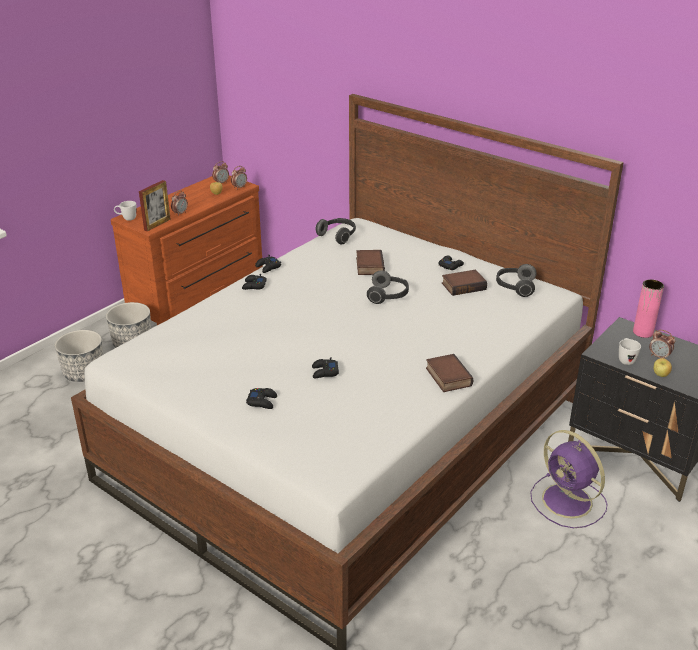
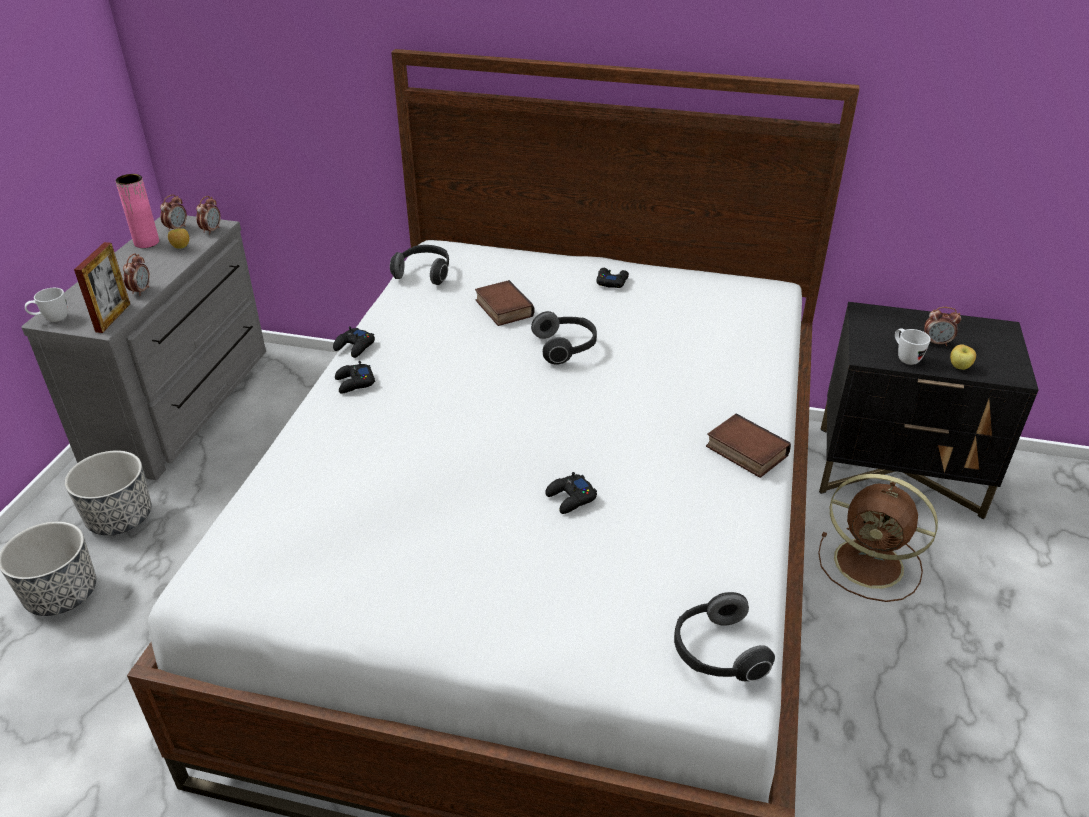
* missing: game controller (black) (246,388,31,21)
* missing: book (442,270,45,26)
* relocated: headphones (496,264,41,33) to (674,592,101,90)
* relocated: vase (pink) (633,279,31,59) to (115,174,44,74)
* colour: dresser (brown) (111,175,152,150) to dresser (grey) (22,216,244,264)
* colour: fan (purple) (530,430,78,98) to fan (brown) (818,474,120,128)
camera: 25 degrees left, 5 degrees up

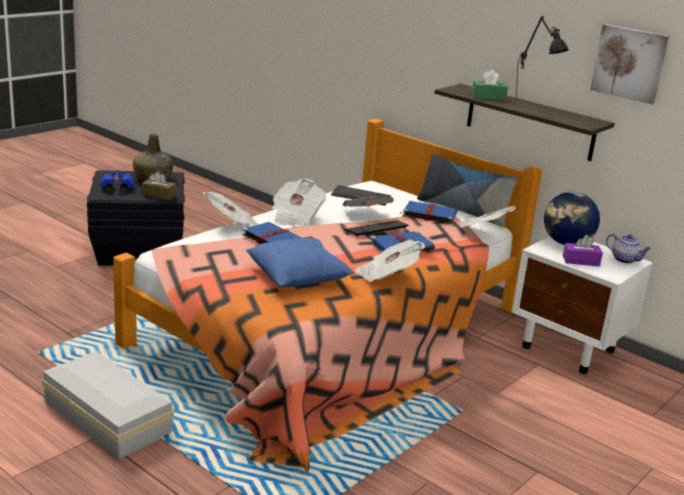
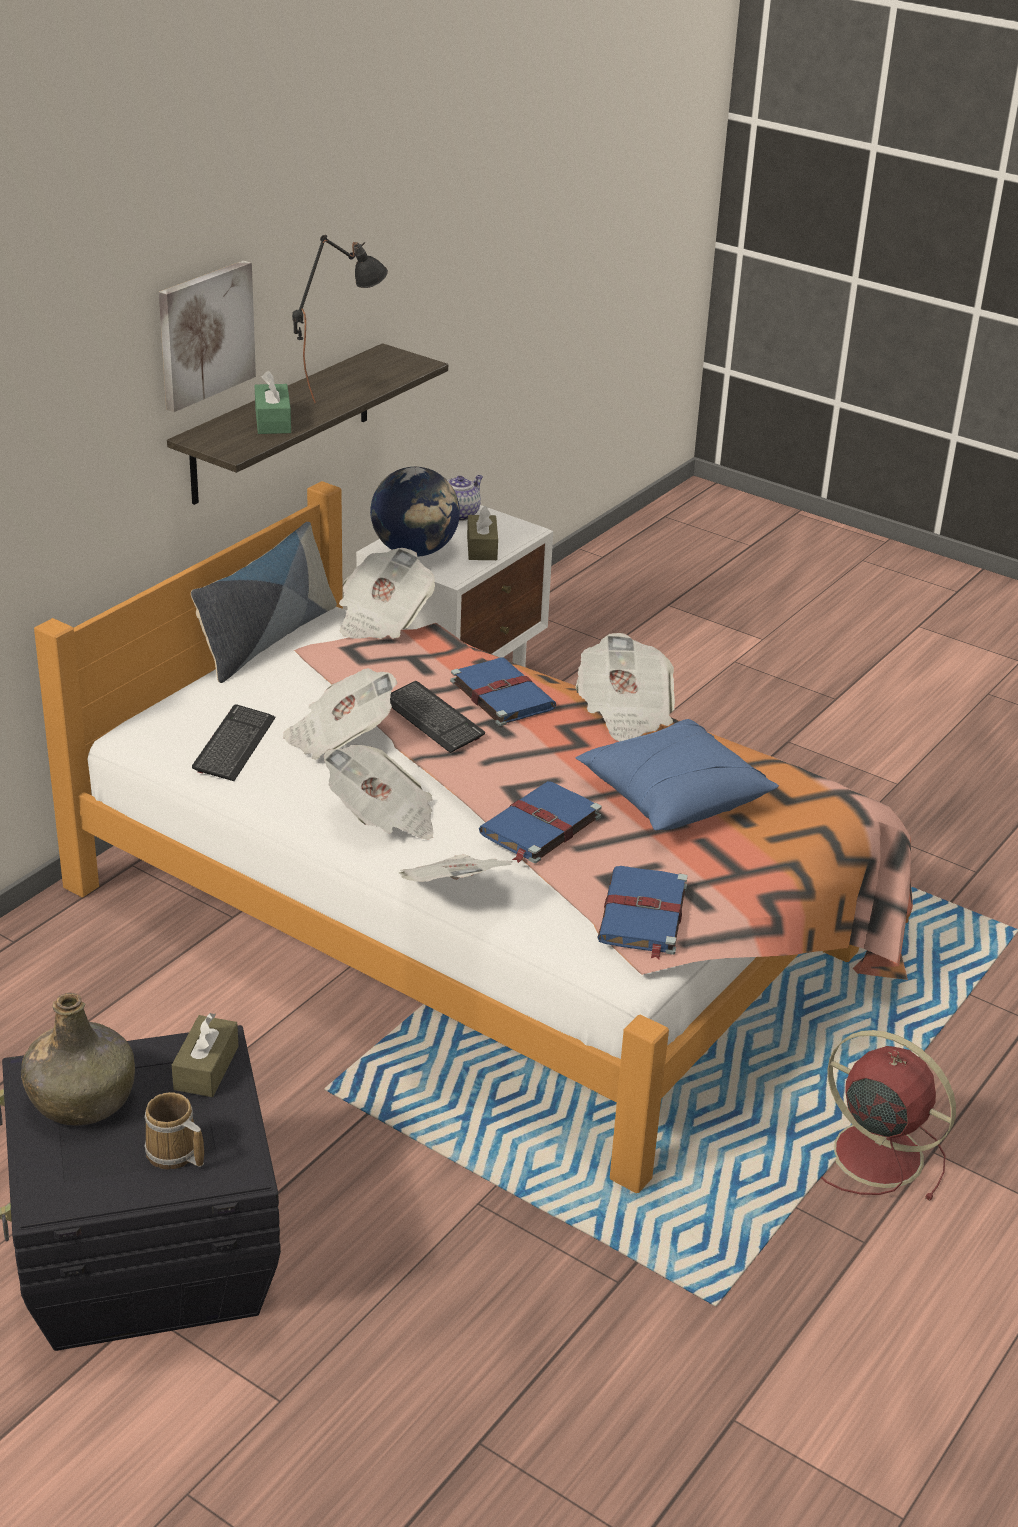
* relocated: book (blue) (400,201,57,24) to (597,866,91,93)
* relocated: picture (590,24,79,81) to (159,260,97,152)
* exchanged: storage box (white) (42,351,132,108) to fan (red) (821,1030,135,171)
* exchanged: binoculars (blue) (100,170,34,21) to mug (144,1092,60,77)
* colour: tissue box (purple) (563,235,40,31) to tissue box (brown) (467,506,31,54)
camera: 95 degrees left, 10 degrees up

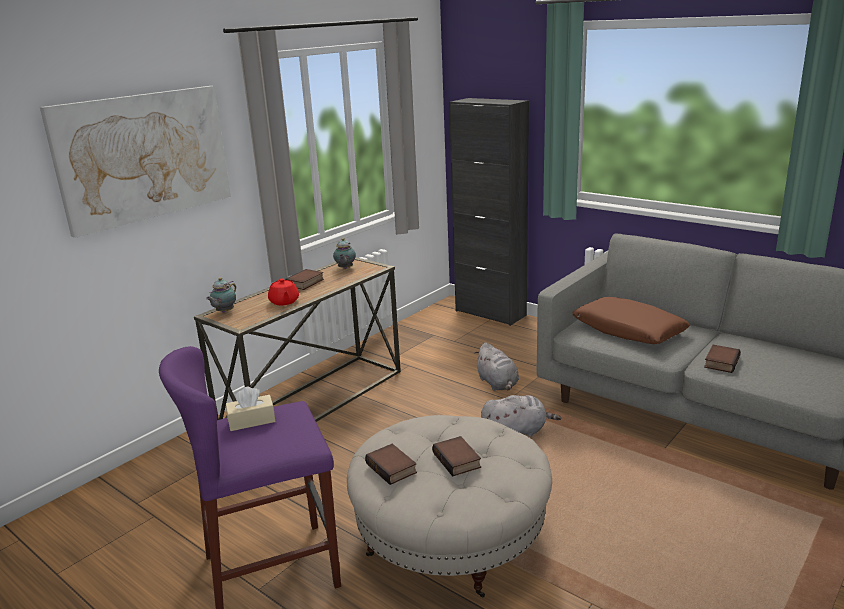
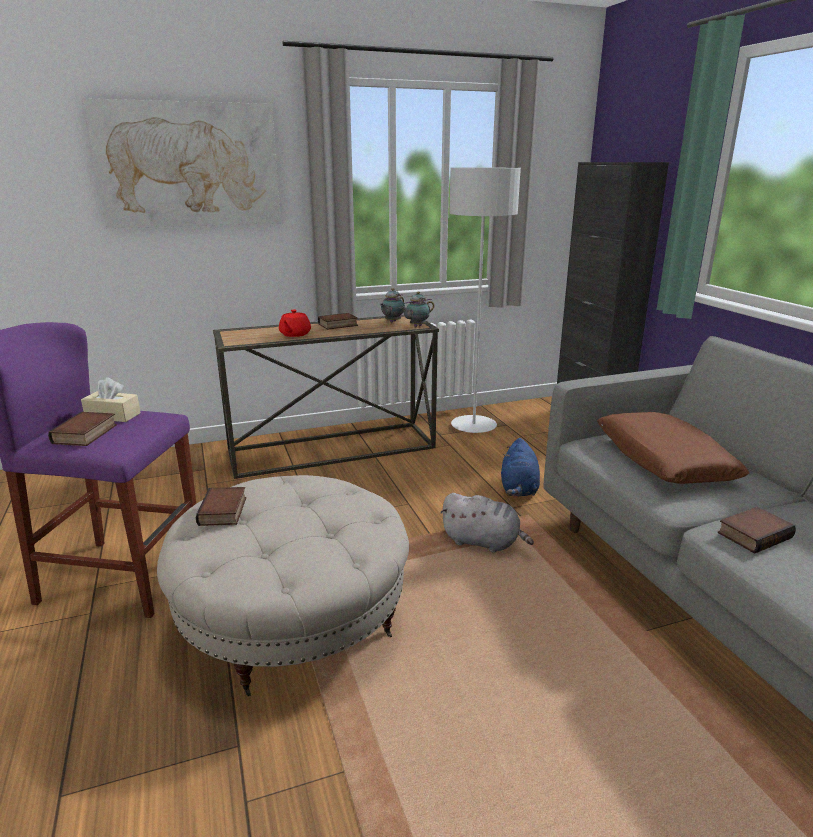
* appeared: floor lamp (grey) (449,168,72,265)
* relocated: teapot (206,278,30,35) to (400,291,34,36)
* relocated: book (432,436,49,41) to (48,412,69,34)
* colour: plush toy (grey) (474,342,45,49) to plush toy (blue) (501,438,39,58)
camera: 30 degrees right, 0 degrees up

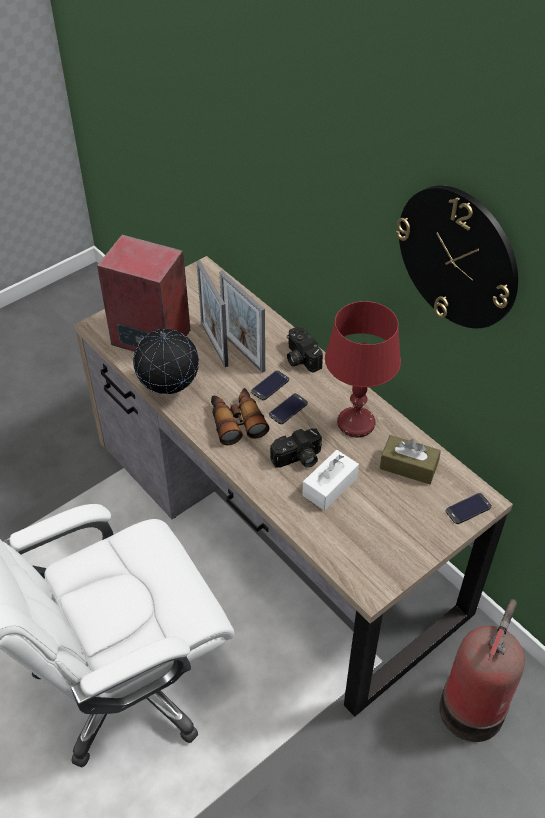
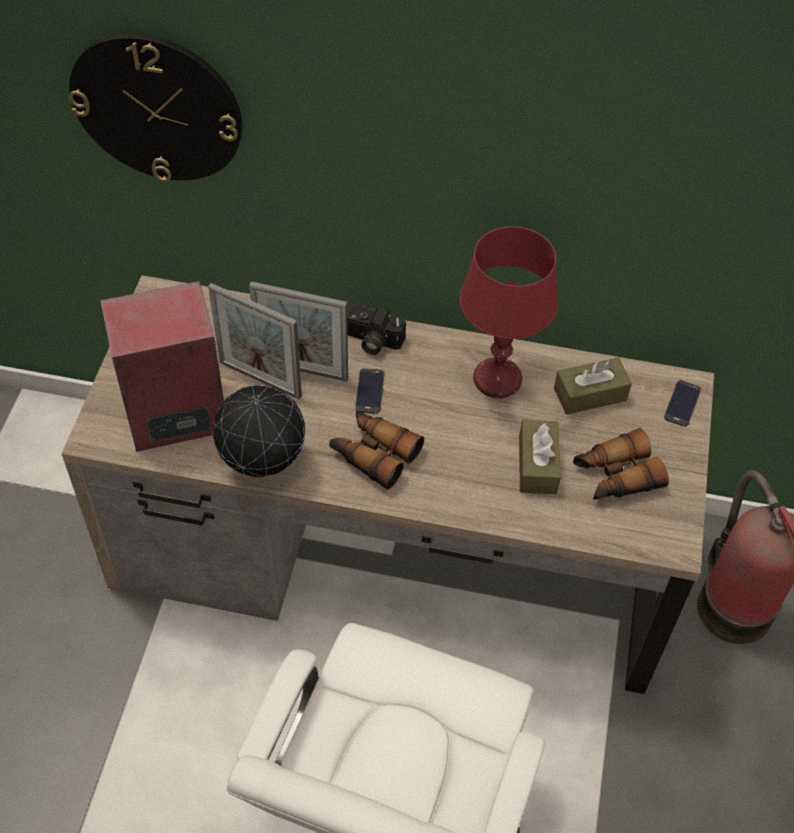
* missing: phone (269,393,39,31)
* missing: photo camera (270,428,52,40)
* appeared: binoculars (573,428,96,72)
* relocated: wall clock (396,185,122,143) to (69,33,174,149)
* colour: tissue box (white) (302,450,57,60) to tissue box (brown) (519,420,42,74)
camera: 40 degrees left, 5 degrees up

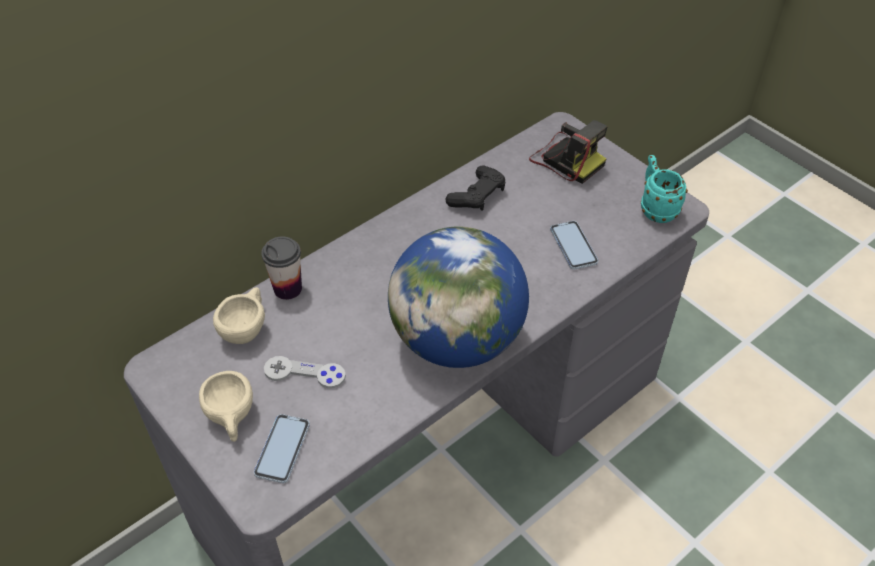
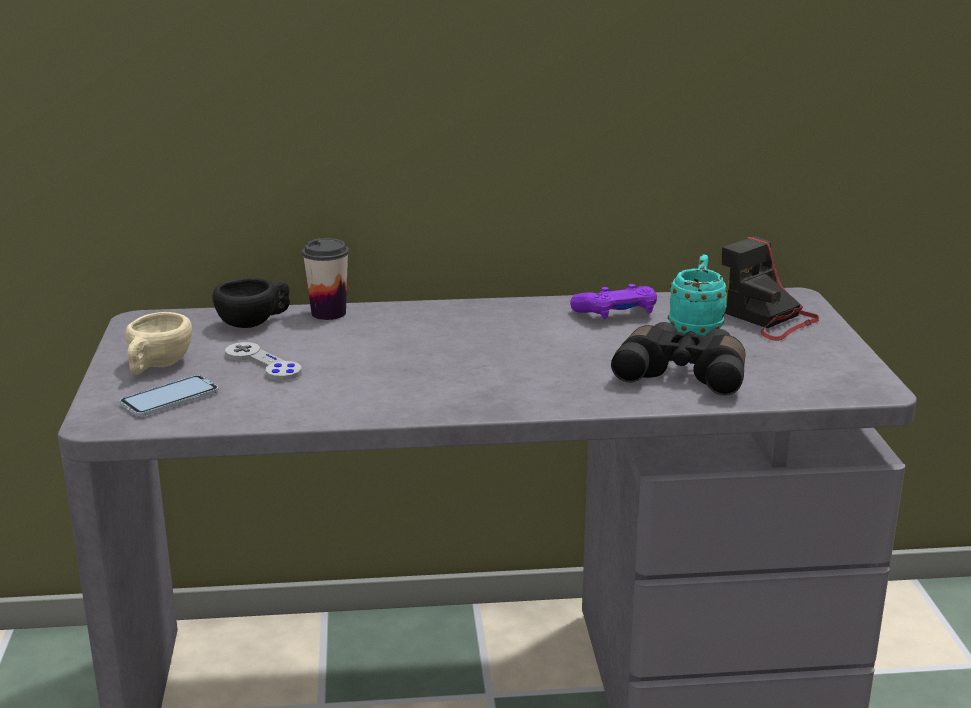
* missing: globe (388,227,141,141)
* relocated: mug (turquoise) (641,155,47,68) to (668,254,60,82)
* exchanged: phone (550,221,48,49) to binoculars (black) (611,322,134,74)
* colour: cup (beige) (213,287,52,57) to cup (black) (213,278,77,50)
* colour: game controller (black) (446,165,60,46) to game controller (purple) (570,284,87,35)
* spun: photo camera (529,120,79,64) = (722,236,97,105) 150 degrees clockwise
camera: 35 degrees right, 25 degrees down

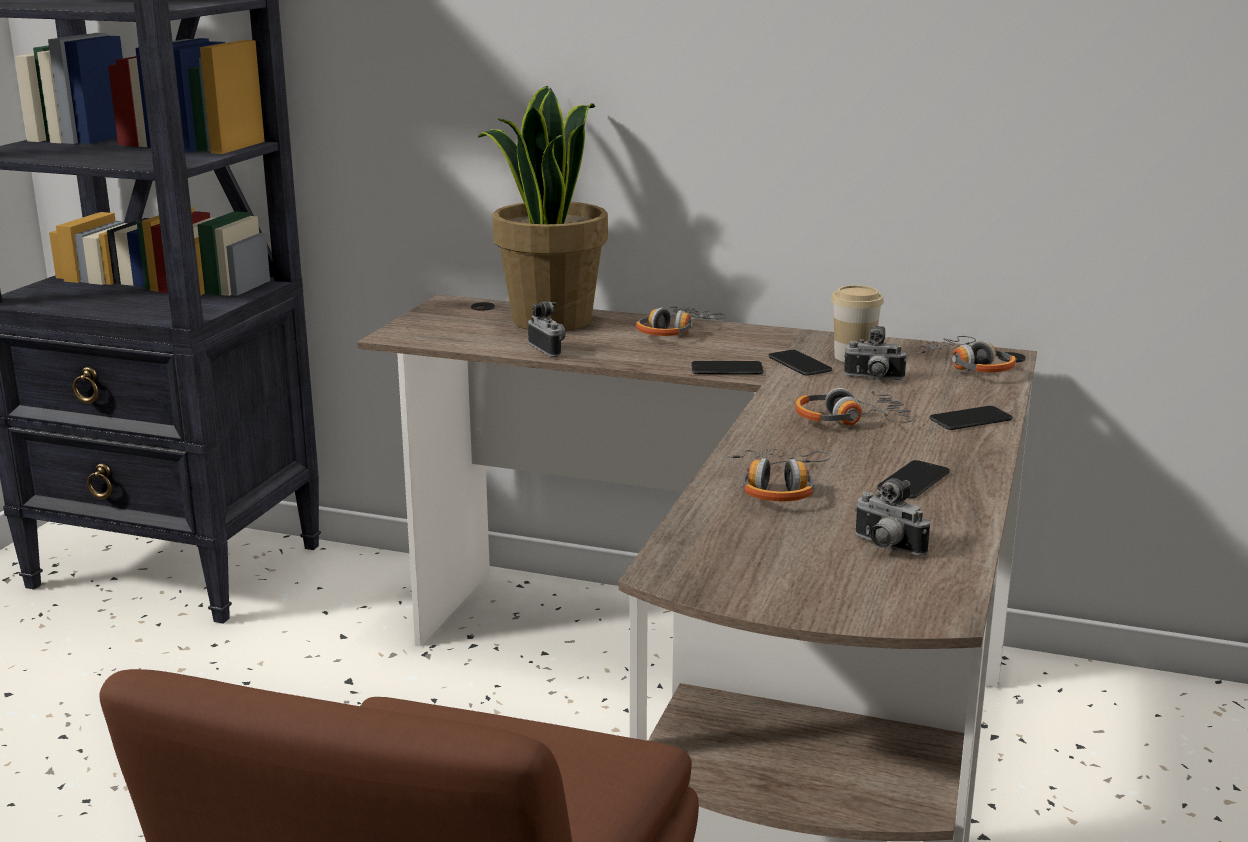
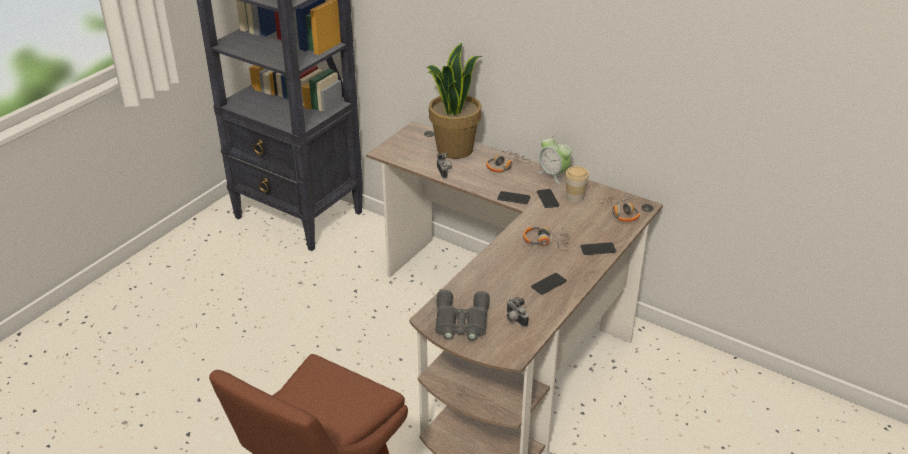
* missing: headphones (727,449,104,52)
* missing: photo camera (844,326,63,54)
* appeared: binoculars (grey) (435,290,55,51)
* appeared: alarm clock (538,135,34,49)
camera: 15 degrees right, 15 degrees up

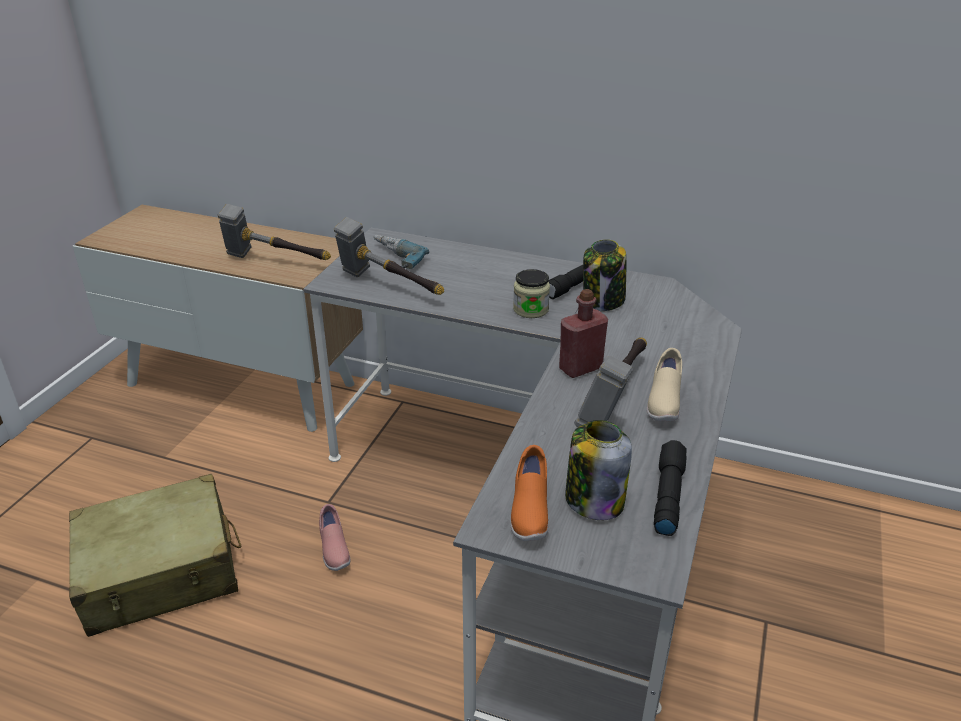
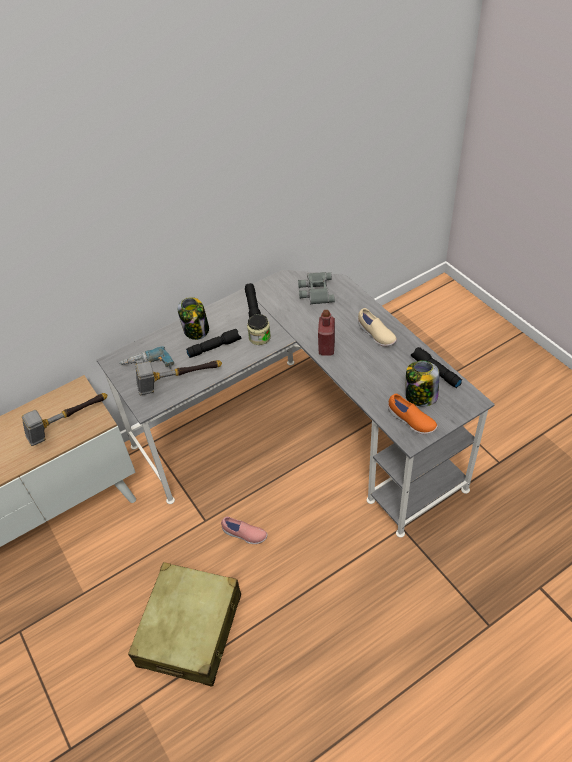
* missing: hammer (574,337,73,90)
* appeared: flashlight (black) (186,329,55,29)
* appeared: binoculars (grey) (298,272,37,32)
* relocated: jar (583,239,43,72) to (177,297,32,43)
camera: 50 degrees left, 15 degrees up

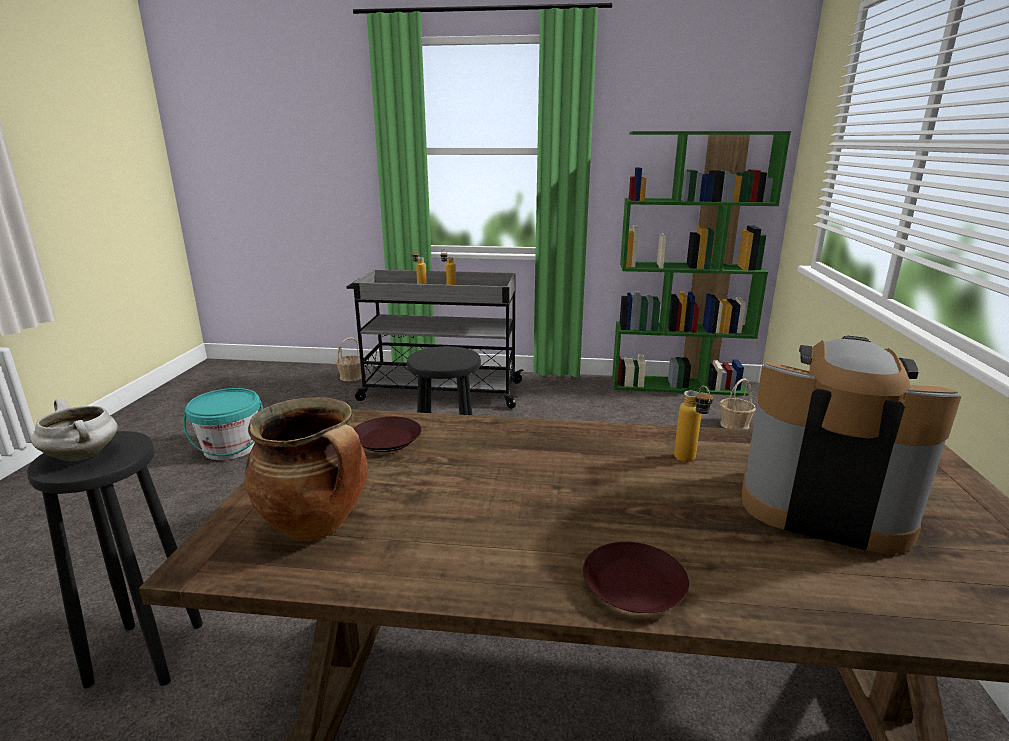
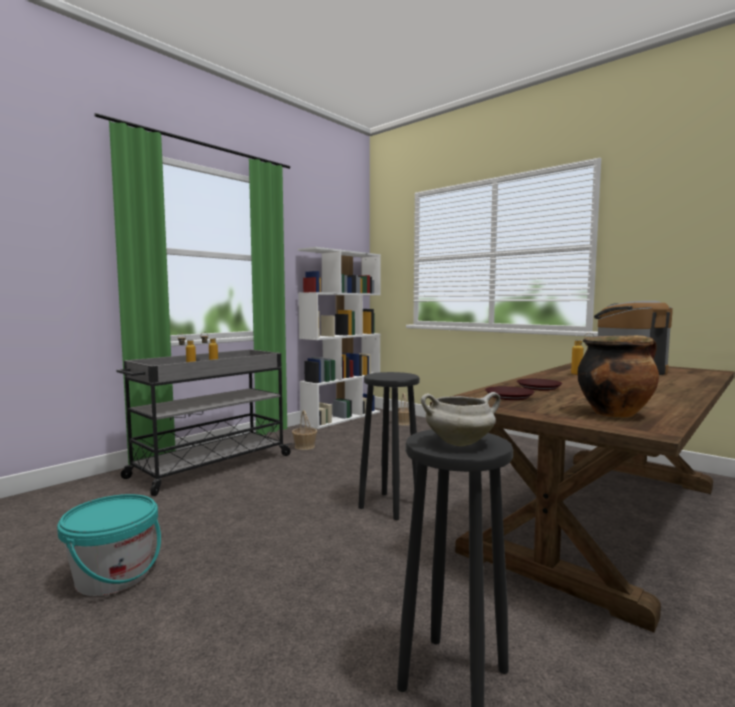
* relocated: basket (335,337,27,44) to (292,410,25,40)
* relocated: plate (brown) (583,542,106,71) to (517,379,45,12)
* colour: bookcase (green) (612,131,179,265) to bookcase (white) (298,247,83,182)
camera: 55 degrees left, 15 degrees down

